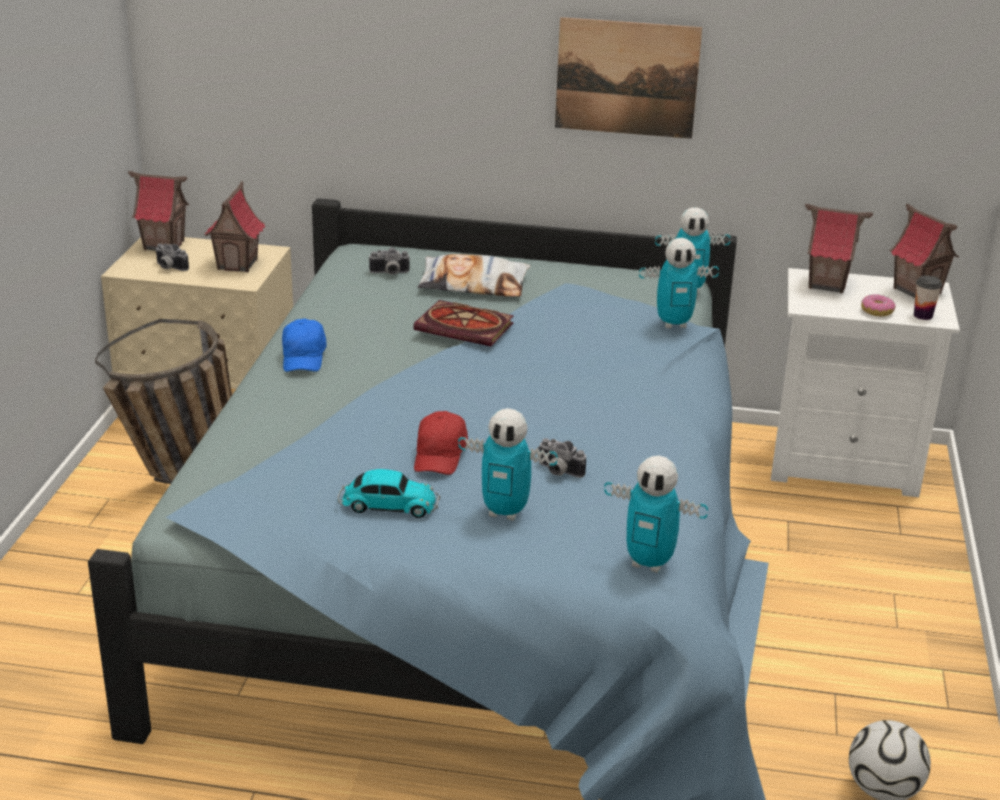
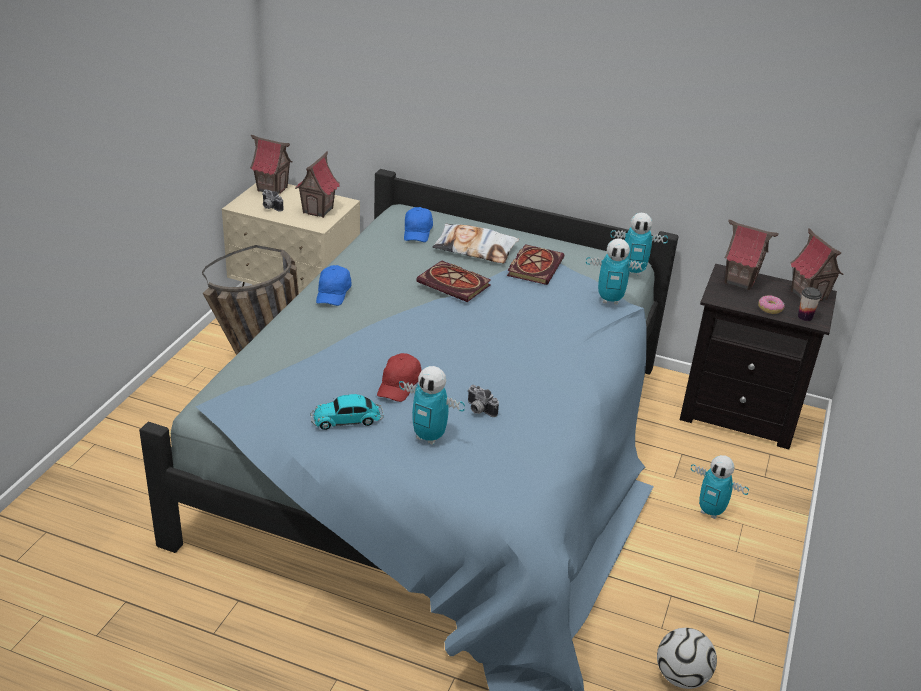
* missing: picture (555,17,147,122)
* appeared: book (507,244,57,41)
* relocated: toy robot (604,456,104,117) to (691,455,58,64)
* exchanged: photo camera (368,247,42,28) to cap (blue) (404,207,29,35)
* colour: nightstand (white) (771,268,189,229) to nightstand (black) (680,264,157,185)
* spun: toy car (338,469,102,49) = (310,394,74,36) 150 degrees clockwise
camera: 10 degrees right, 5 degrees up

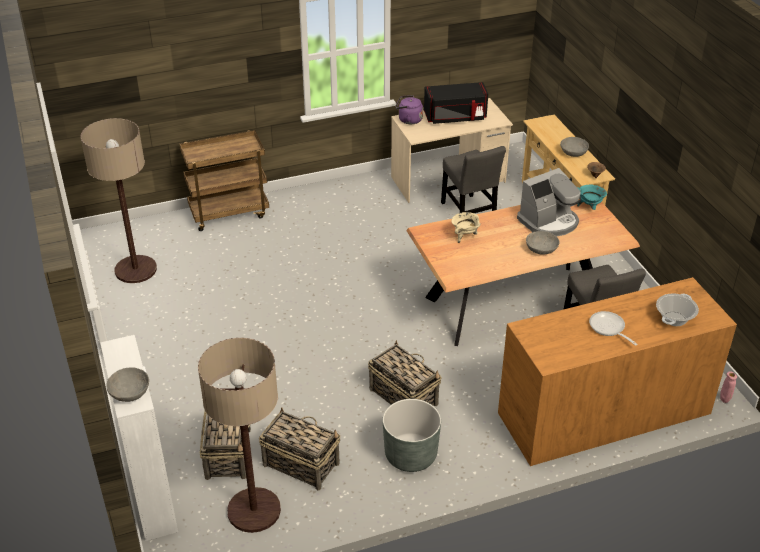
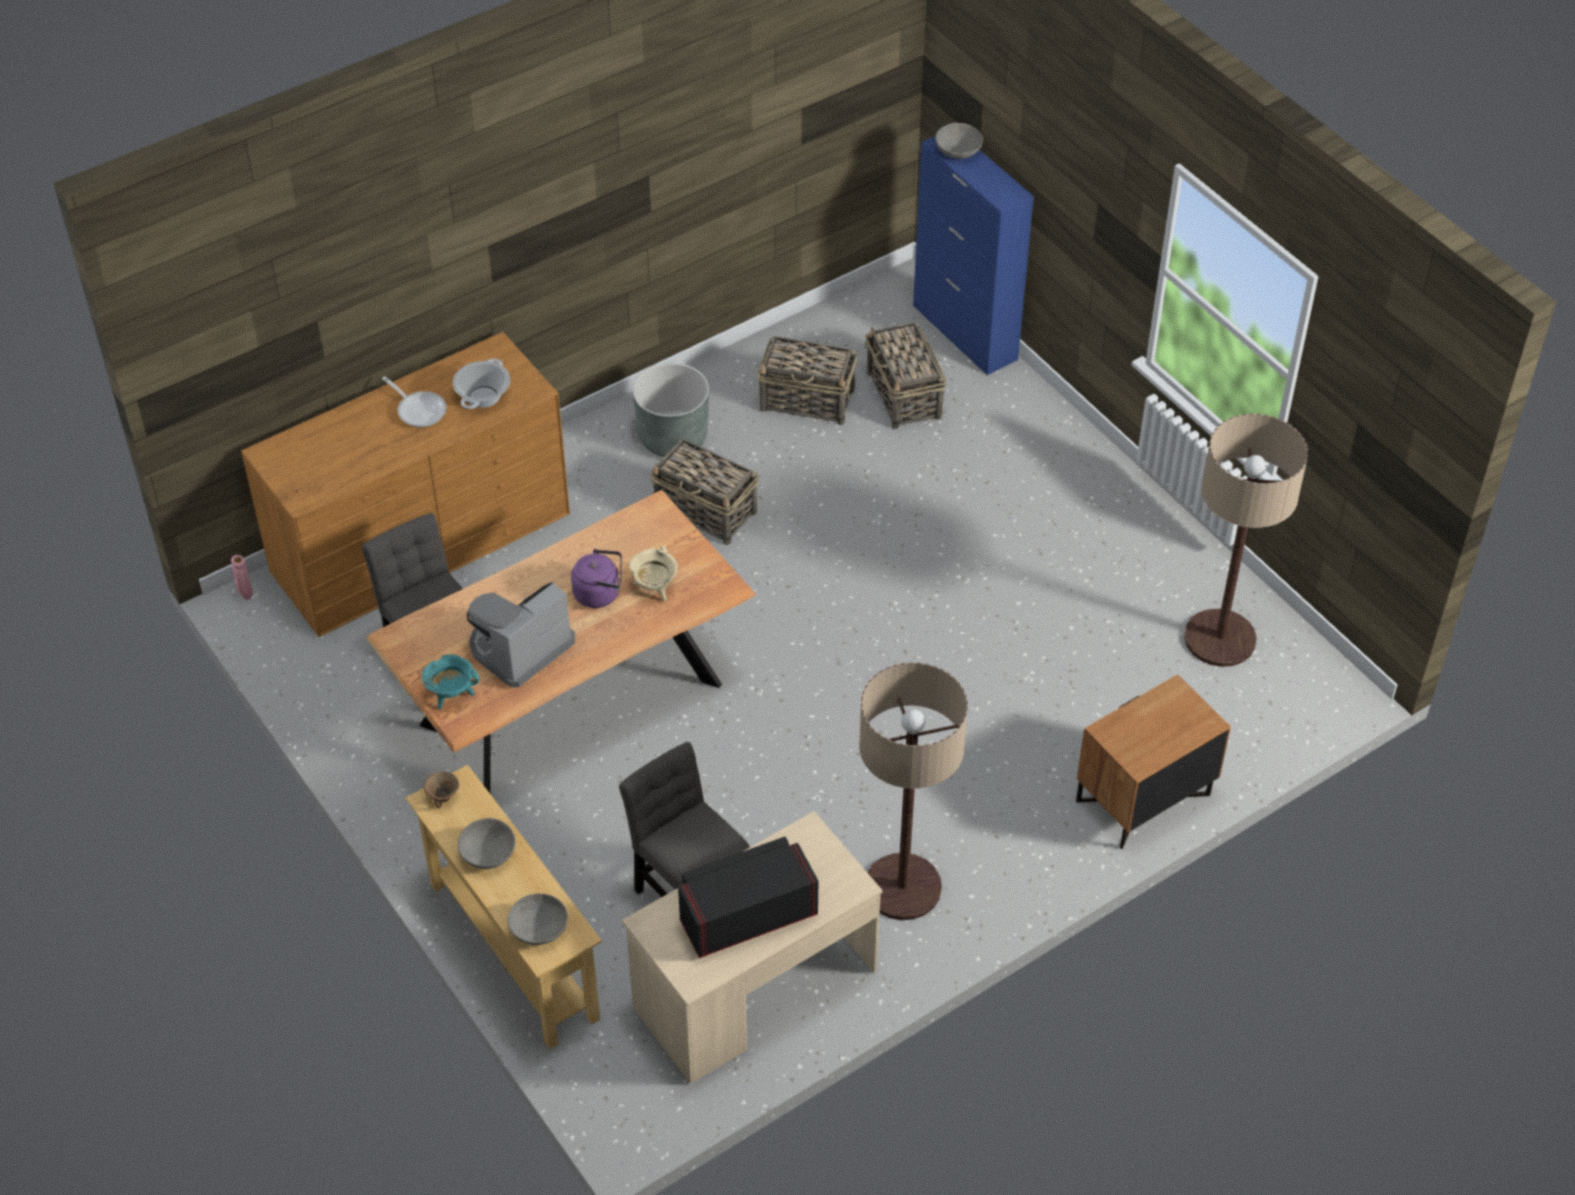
* relocated: floor lamp (198,338,83,195) to (859,663,109,257)
* relocated: kettle (purple) (395,95,28,29) to (571,549,51,59)
* relocated: bowl (grey) (526,231,33,24) to (508,893,60,52)
* relocated: cooking pot (656,293,43,33) to (453,359,57,50)
* exchanged: cart (brown) (180,130,89,101) to nightstand (brown) (1076,674,155,175)
* colour: cabinet (white) (100,335,78,206) to cabinet (blue) (913,136,121,239)
camera: 165 degrees right, 10 degrees up

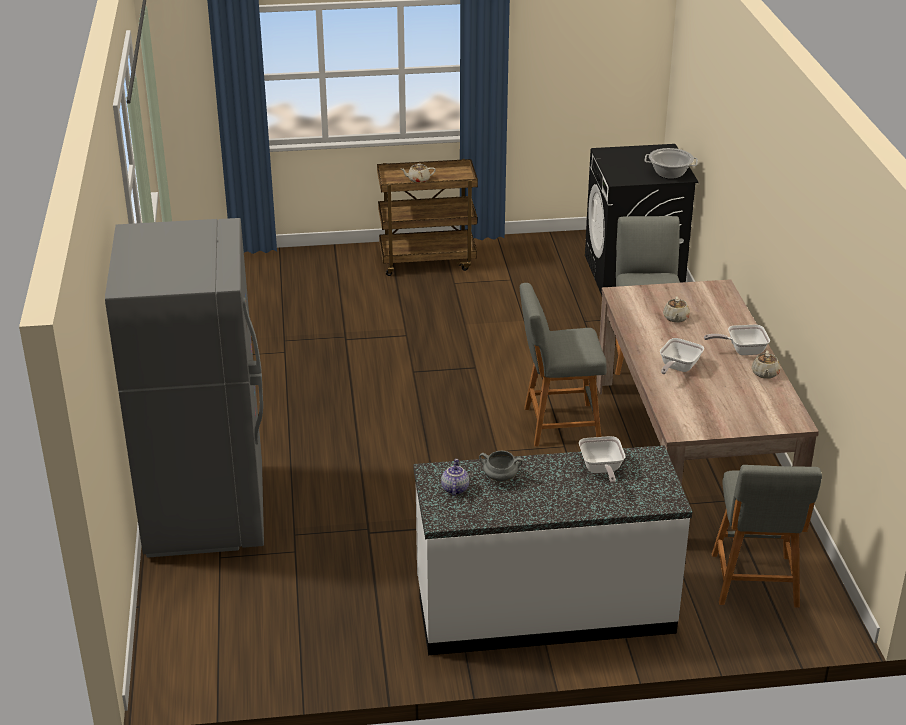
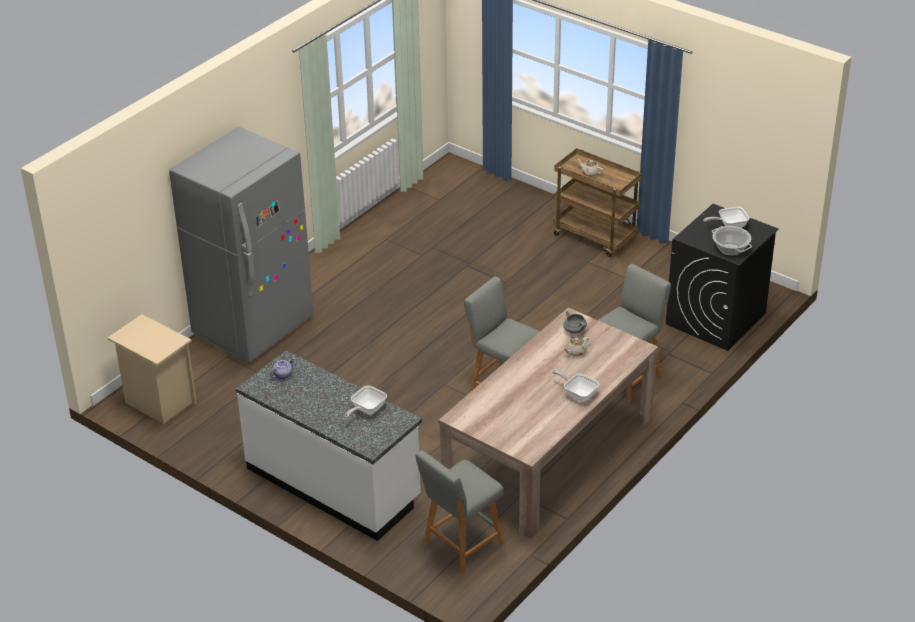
* missing: teapot (beige) (752,350,28,29)
* appeared: nightstand (beige) (108,314,89,110)
* relocated: cooking pot (grey) (479,451,44,31) to (563,311,24,23)
* relocated: frying pan (660,338,44,36) to (703,207,46,21)
camera: 45 degrees right, 5 degrees up

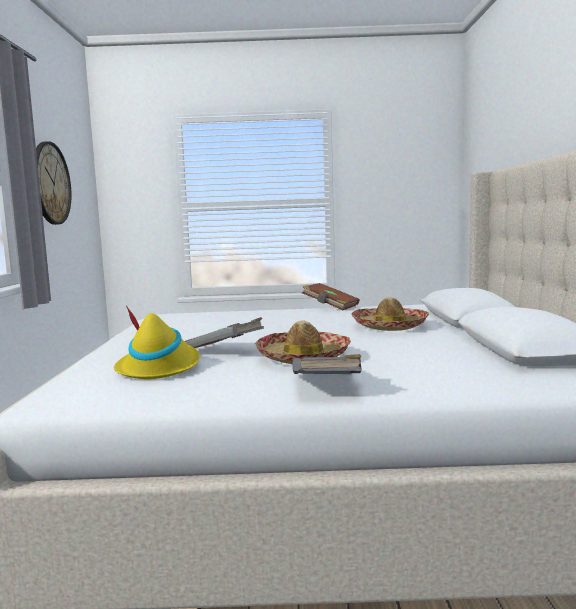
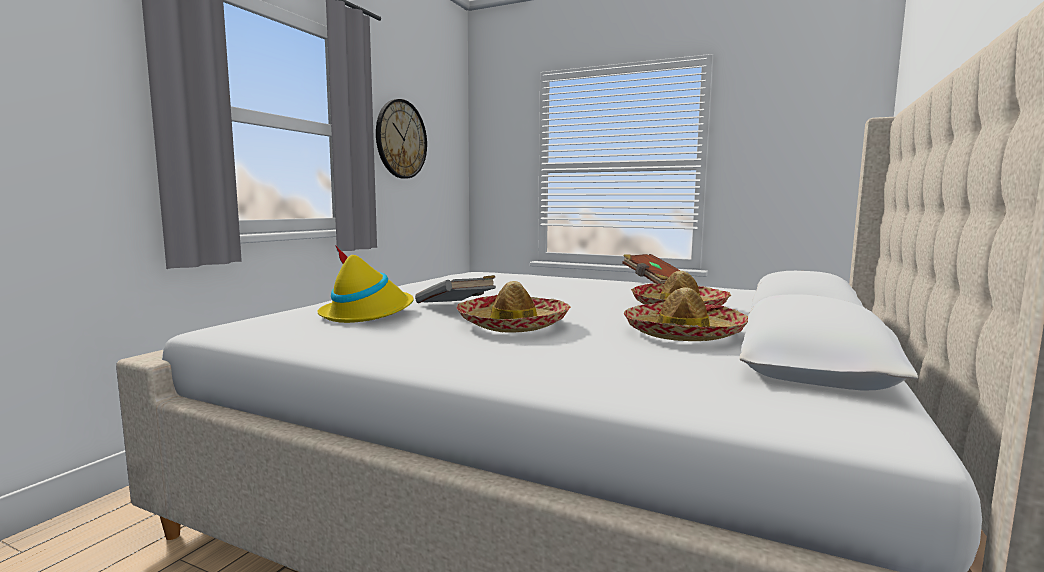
* missing: book (grey) (293,354,68,20)
* appeared: hat (624,287,124,54)
camera: 25 degrees right, 0 degrees up

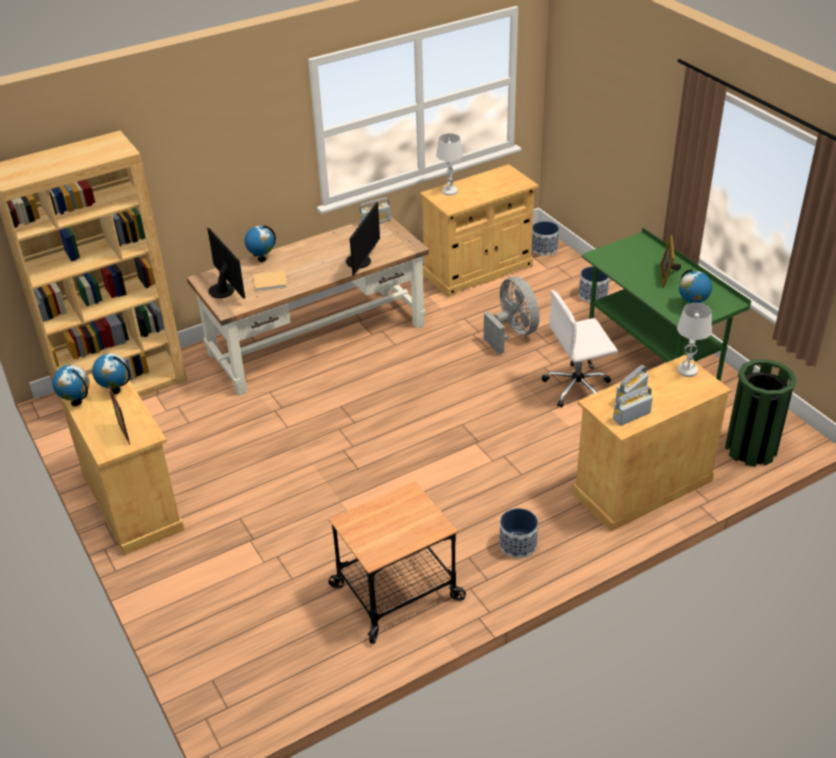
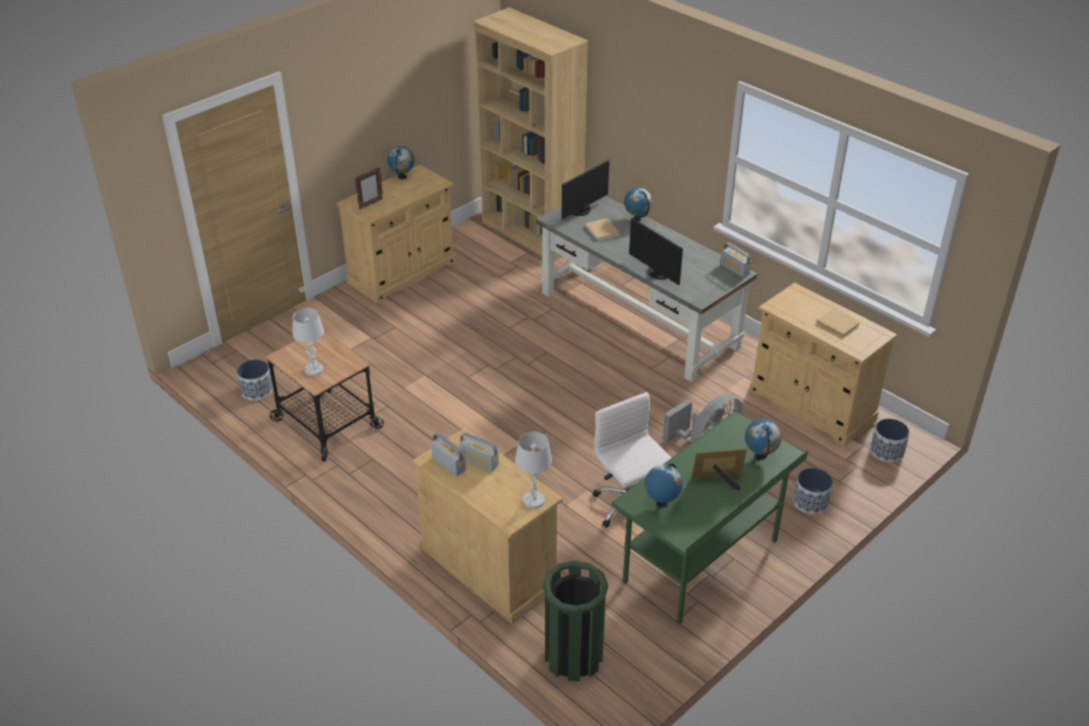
* appeared: book (beige) (816,309,44,28)
* relocated: globe (92,353,38,42) to (745,419,37,41)
* relocated: table lamp (white) (436,133,27,63) to (292,308,32,68)
* relocated: planter (499,508,39,50) to (237,359,36,42)
* colour: desk (brown) (187,217,242,178) to desk (grey) (536,196,221,186)
* spun: monitor (346,202,34,74) = (629,218,54,67) 45 degrees clockwise
camera: 75 degrees right, 0 degrees up

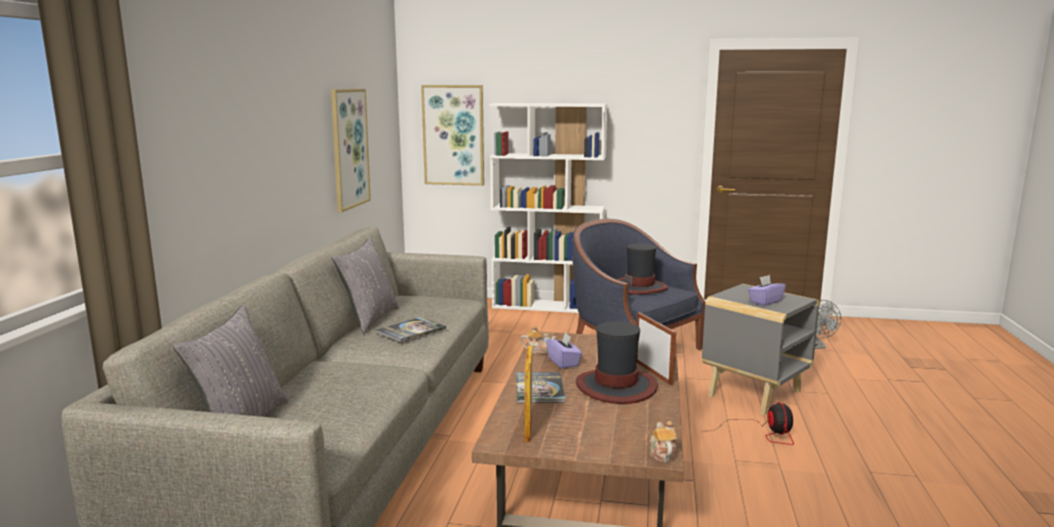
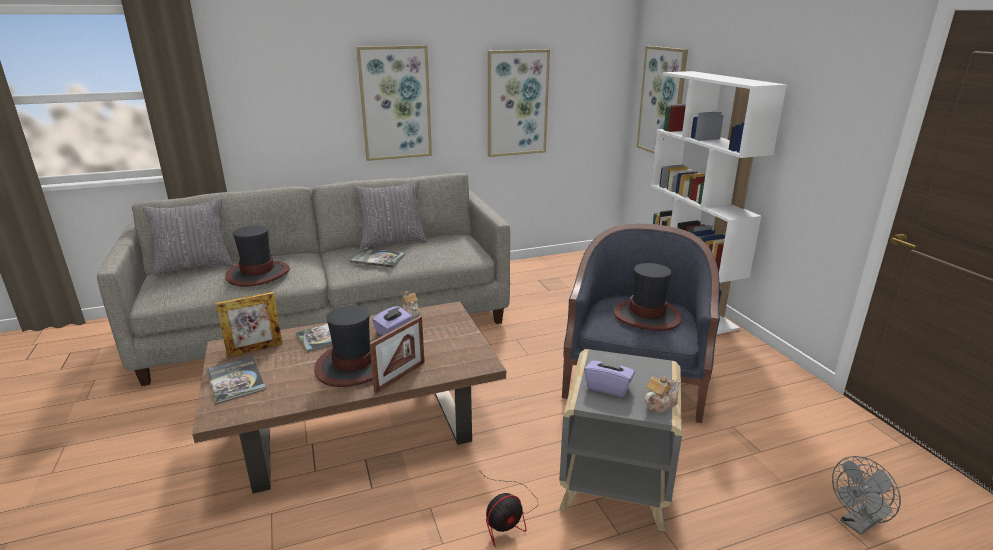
* appeared: book (206,356,60,48)
* appeared: hat (225,226,65,61)
* appeared: picture (356,45,76,116)
* relocated: teapot (649,421,28,41) to (644,376,37,37)
camera: 60 degrees right, 10 degrees up

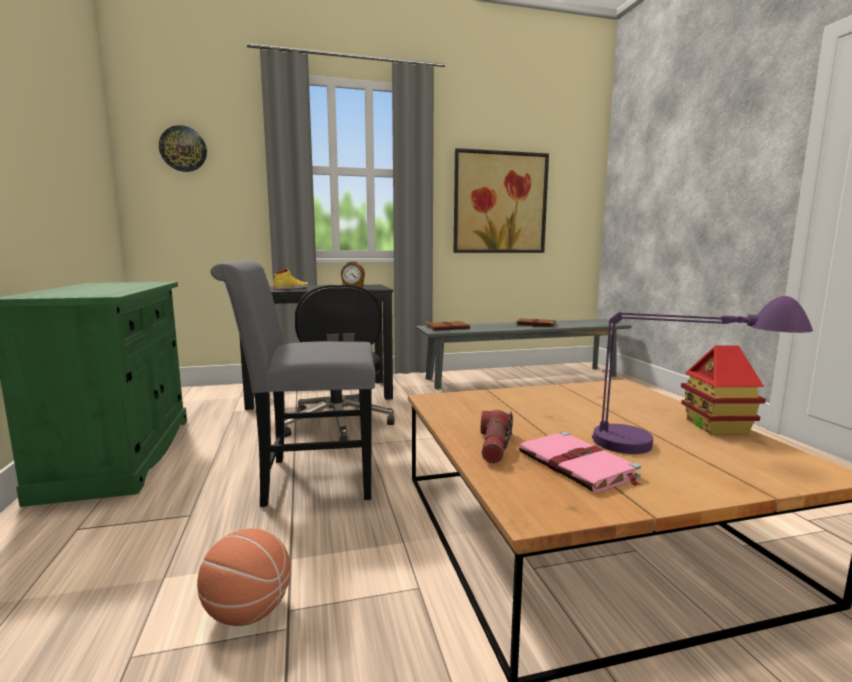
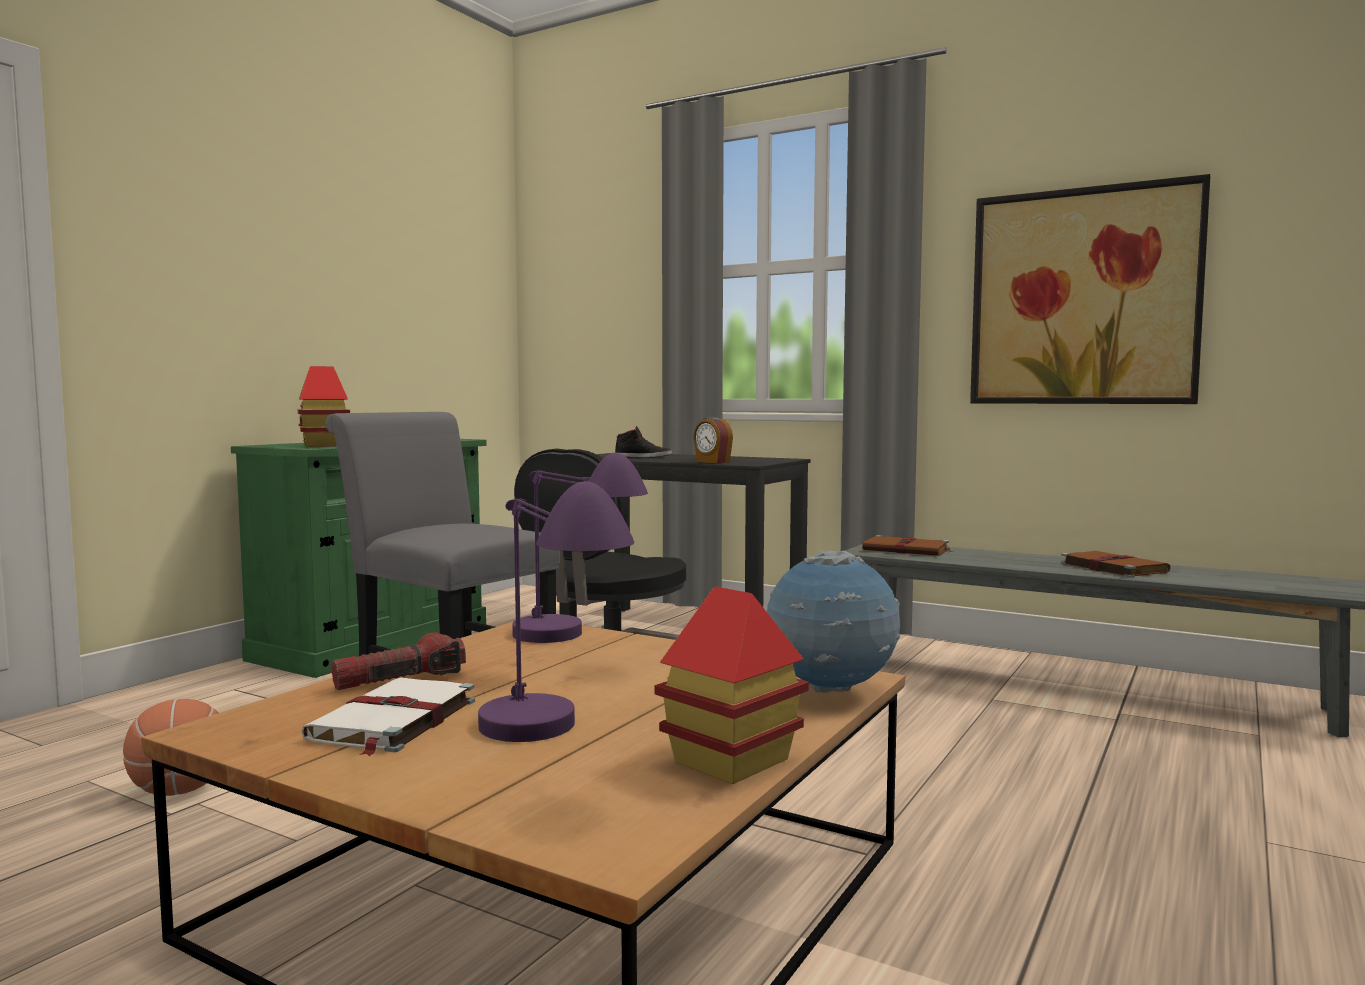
* missing: wall clock (159,125,48,47)
* appeared: toy house (298,366,52,81)
* appeared: table lamp (purple) (512,453,136,190)
* appeared: globe (767,550,133,143)
* colour: shoe (yellow) (273,268,36,22) to shoe (black) (615,426,57,32)
* colour: book (pink) (519,431,123,61) to book (white) (301,677,174,79)
camera: 45 degrees right, 5 degrees down

